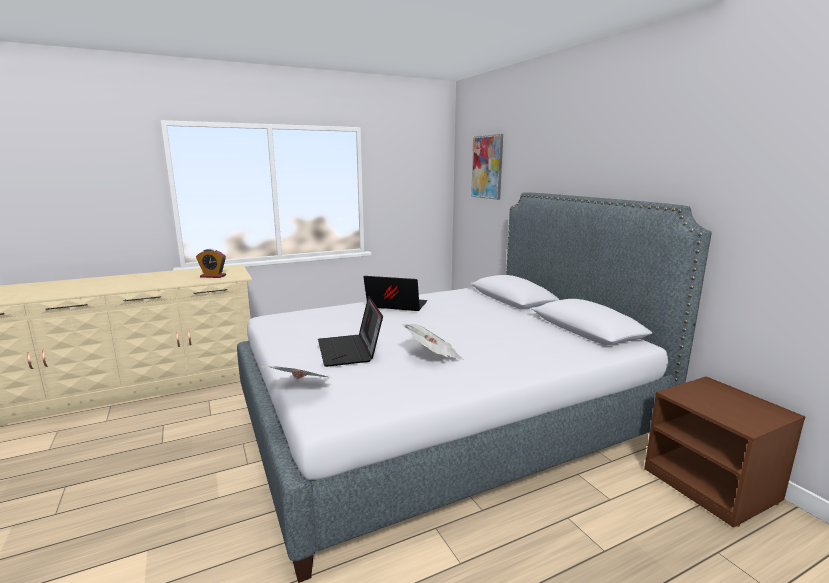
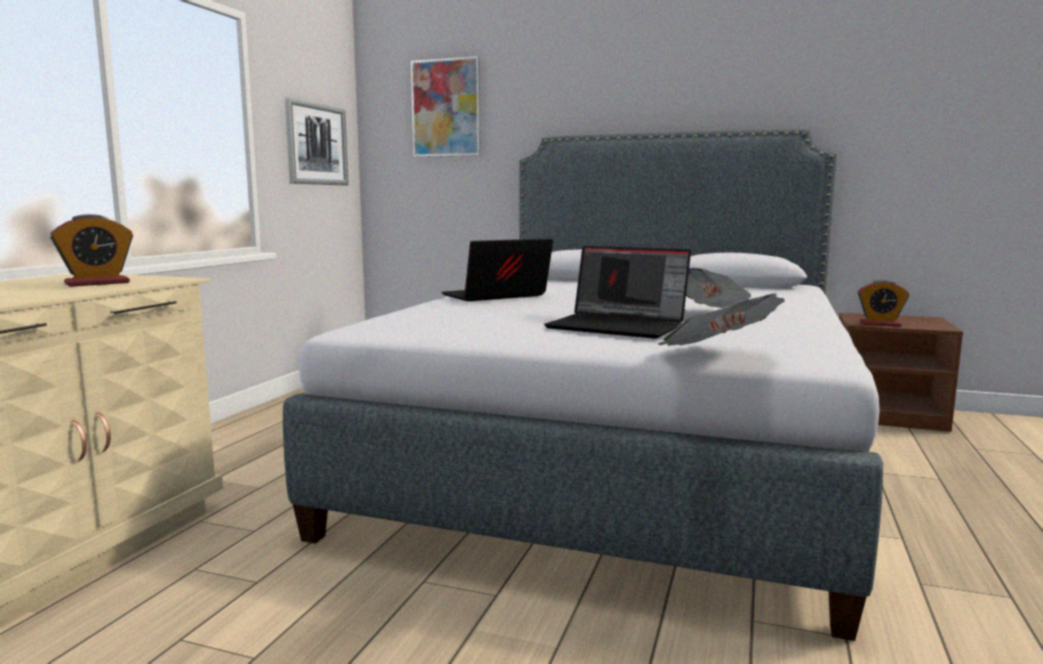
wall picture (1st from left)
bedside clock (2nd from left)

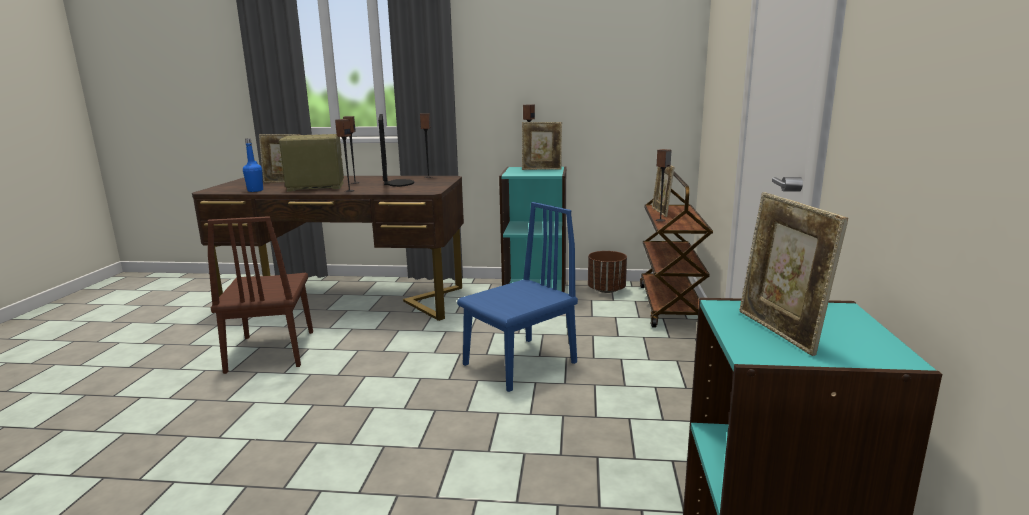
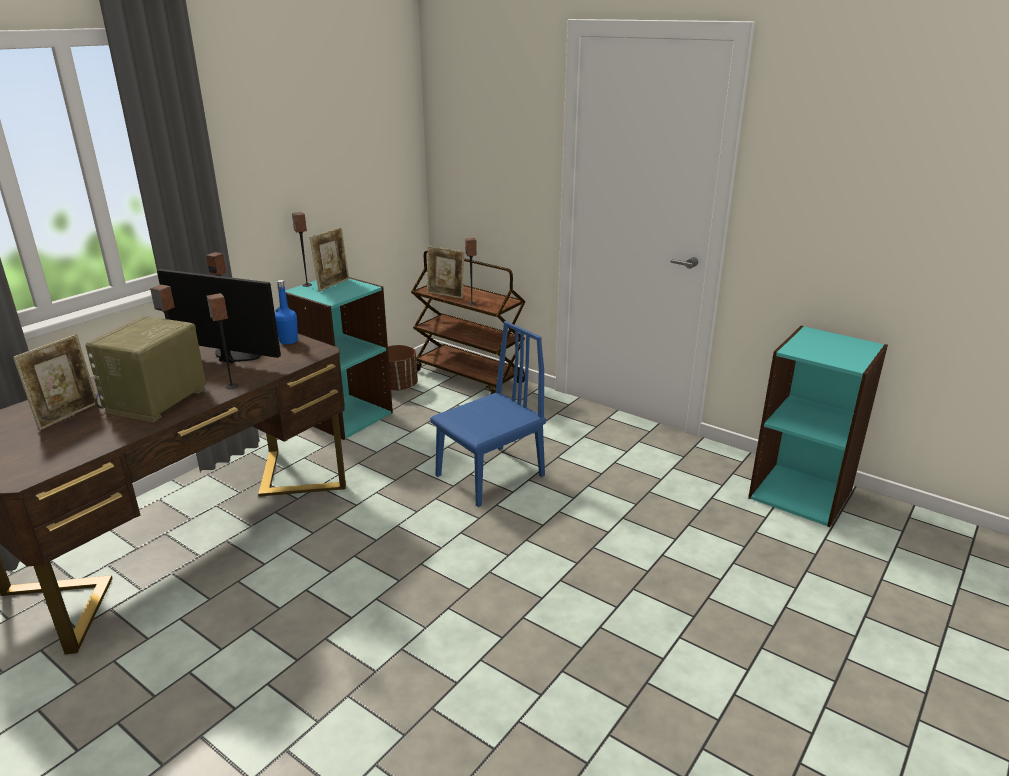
brown chair
bluish beverage bottle
bluish chair
standing frame (4th from left in the first image)

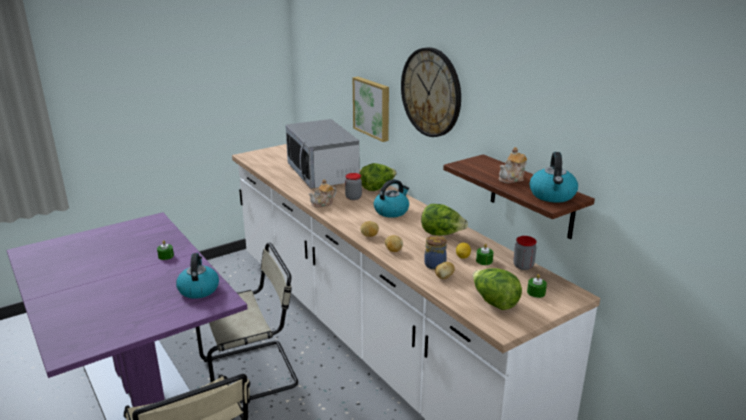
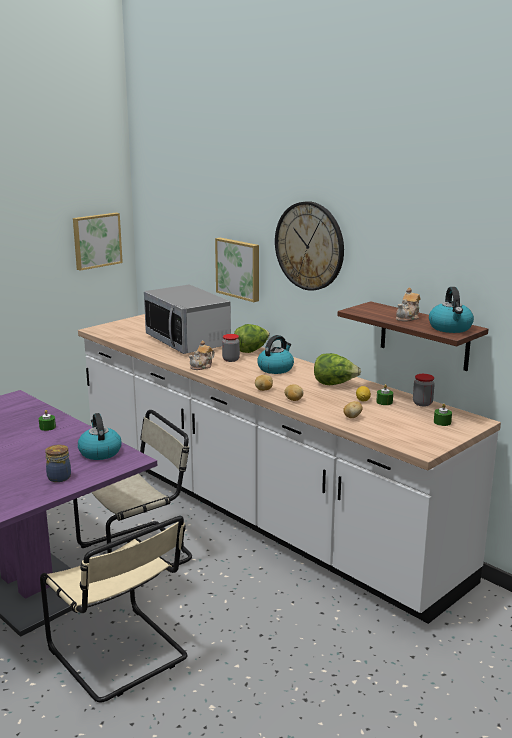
jar (1st from left)
lettuce (3rd from left in the first image)
wall picture (1st from left)

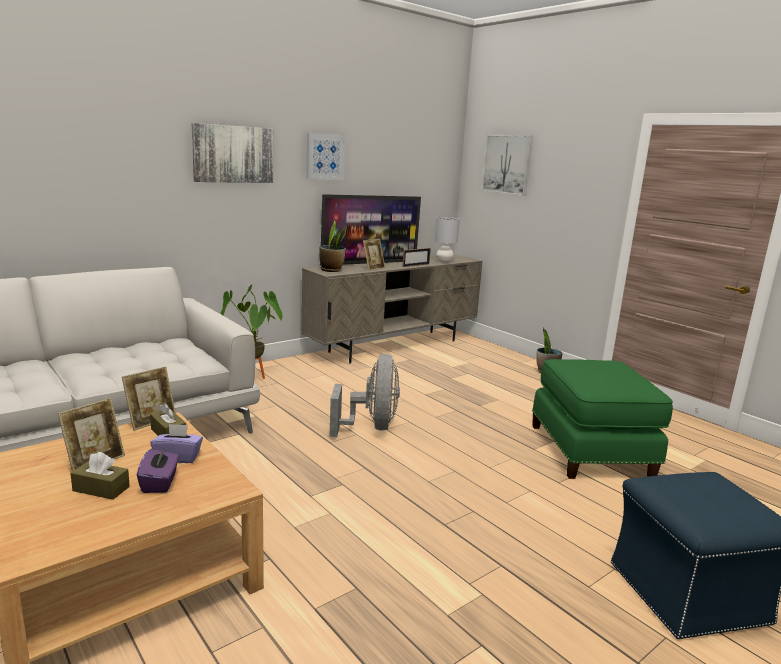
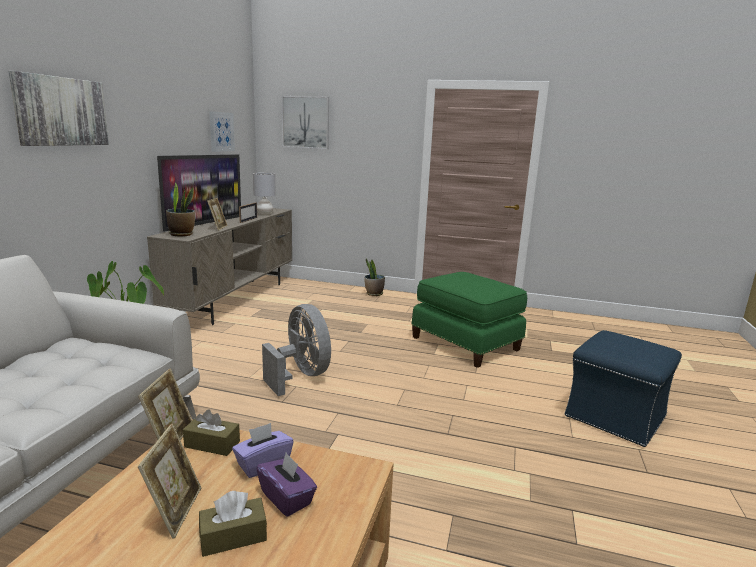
wall picture (2nd from left)

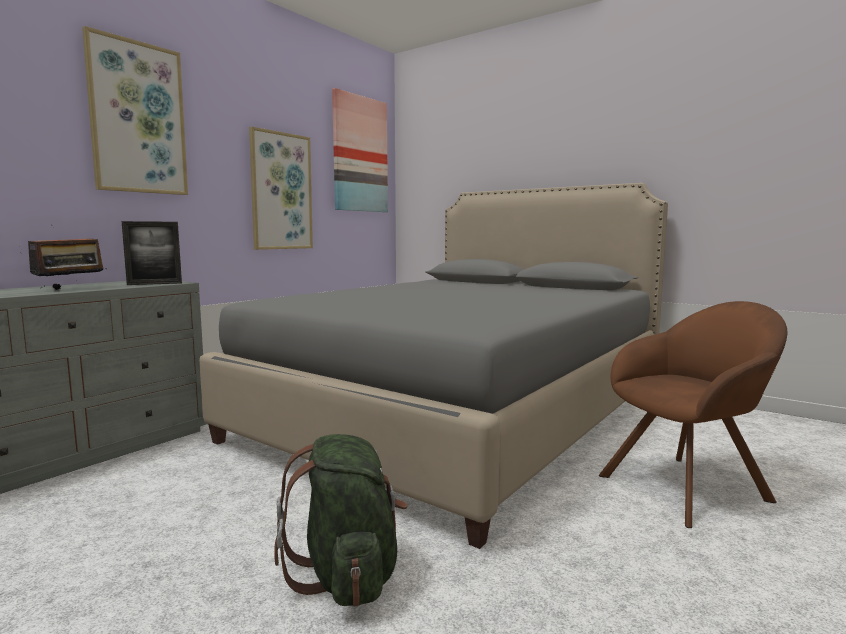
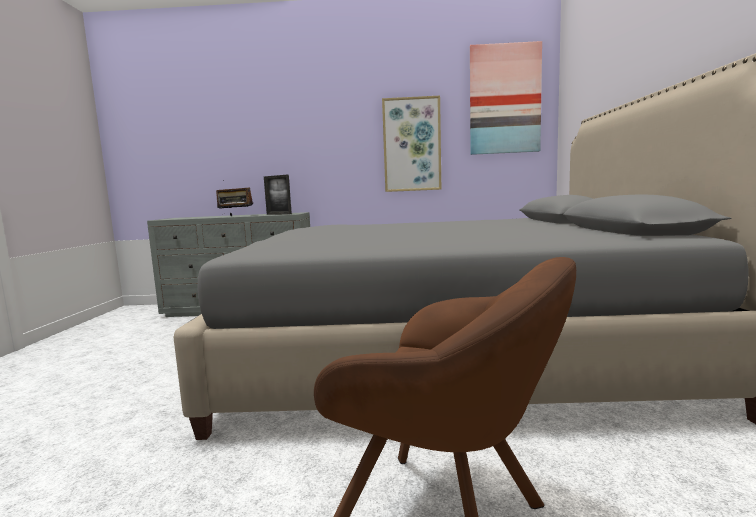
wall picture (1st from left in the first image)
greenish knapsack

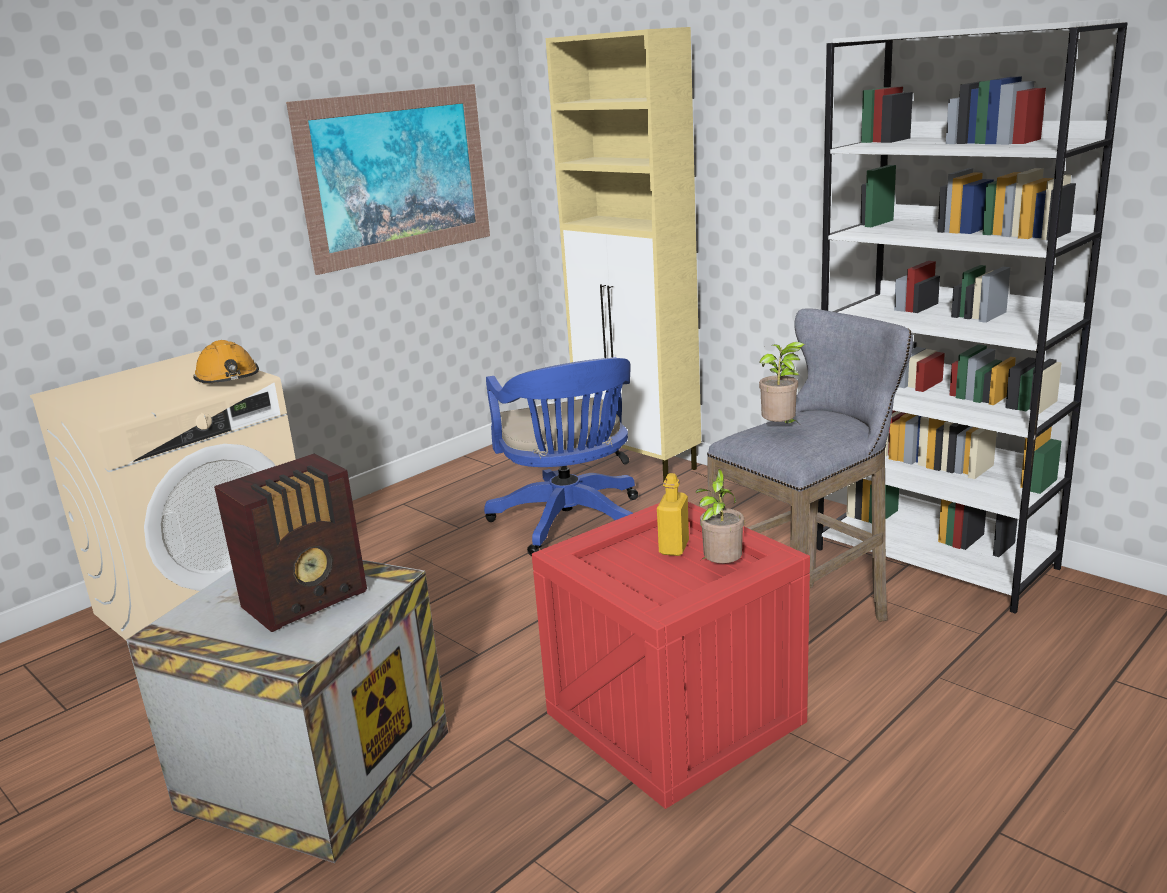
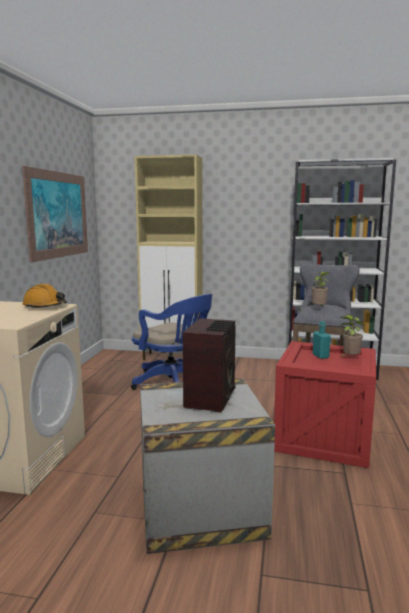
blue-green beverage bottle

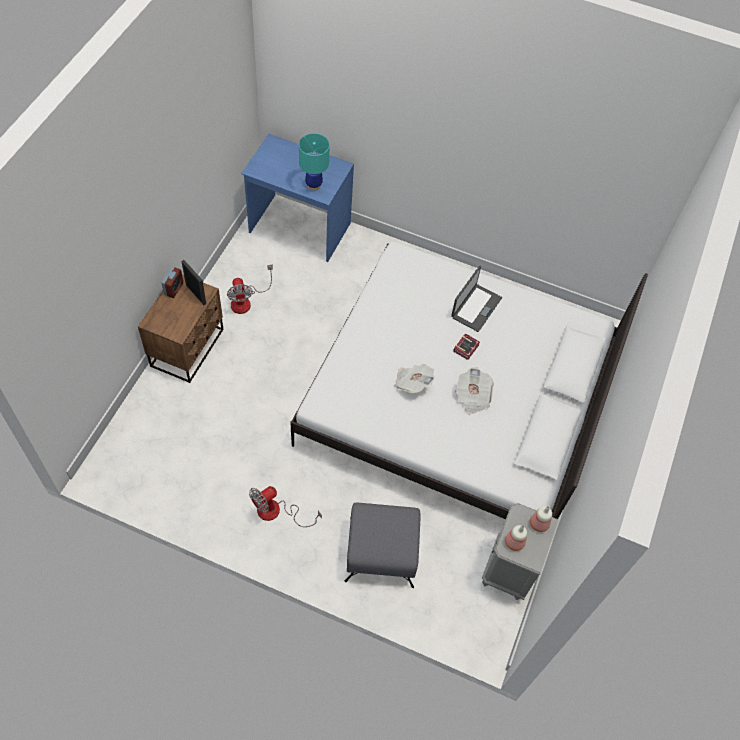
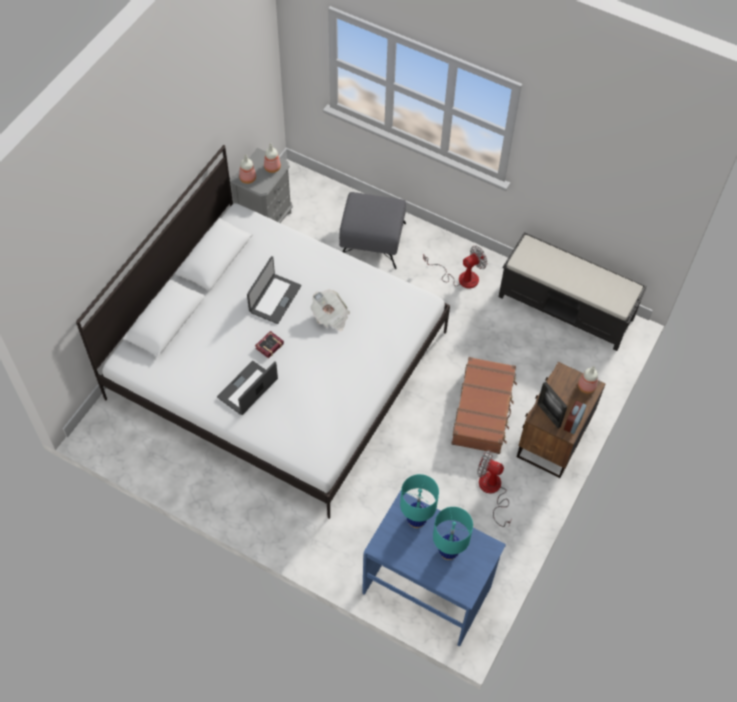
fan (2nd from left)
laptop (2nd from left)
blue-green tabletop lamp (2nd from left)
brown piece of luggage
blackish long seat
beverage bottle (3rd from left)

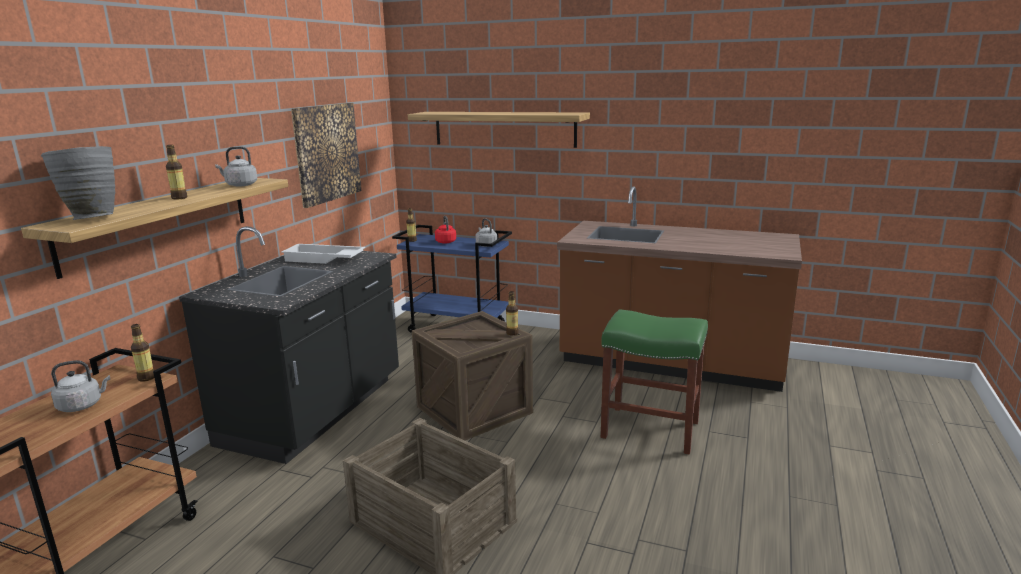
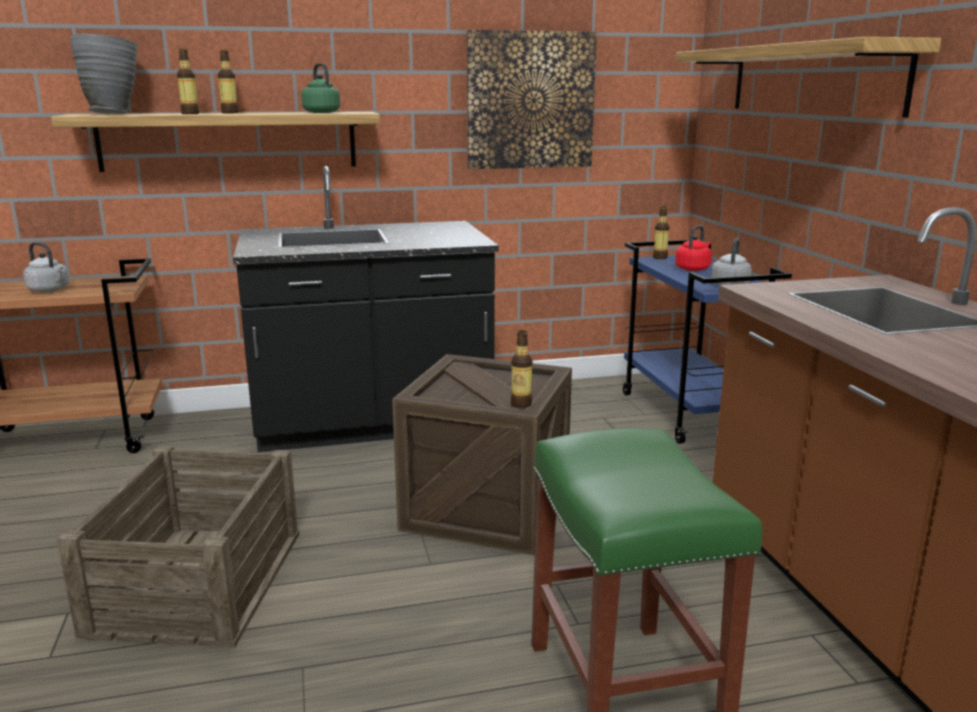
beverage bottle (1st from left)
greenish kettle
white-coloured serving tray

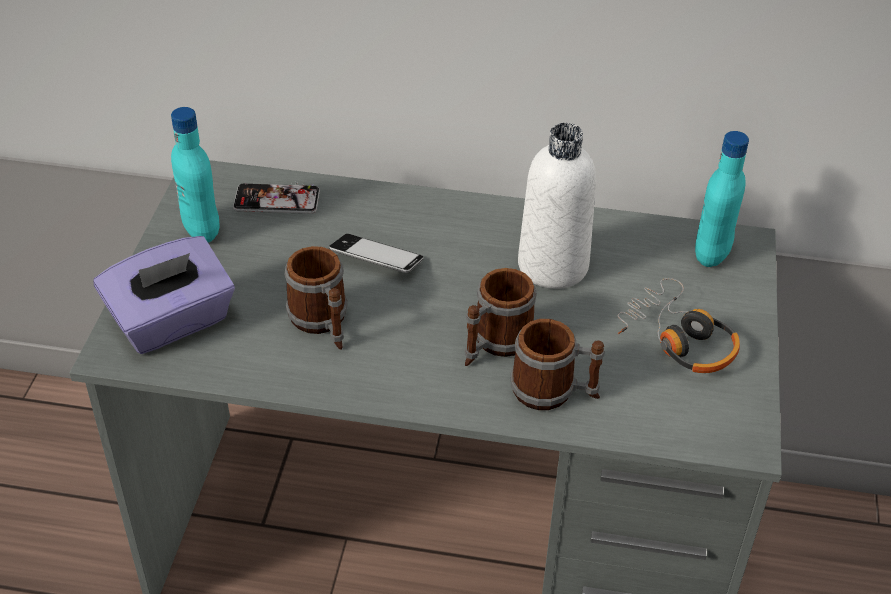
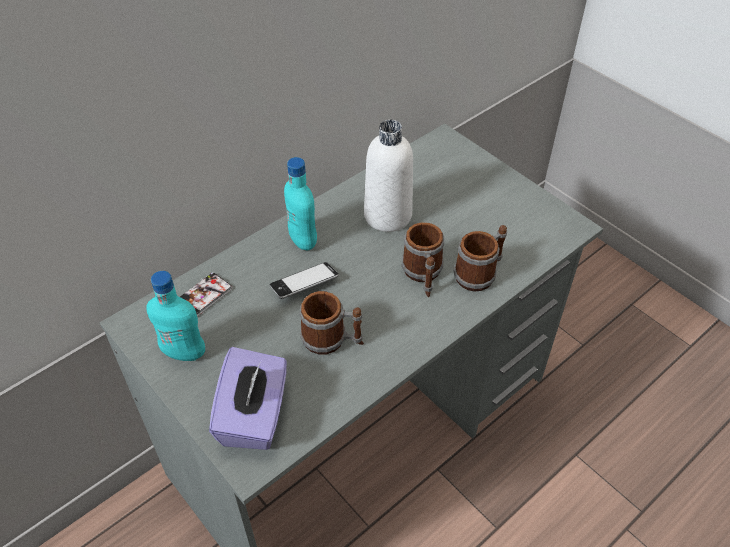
pair of headphones
blue-green beverage bottle (2nd from left)

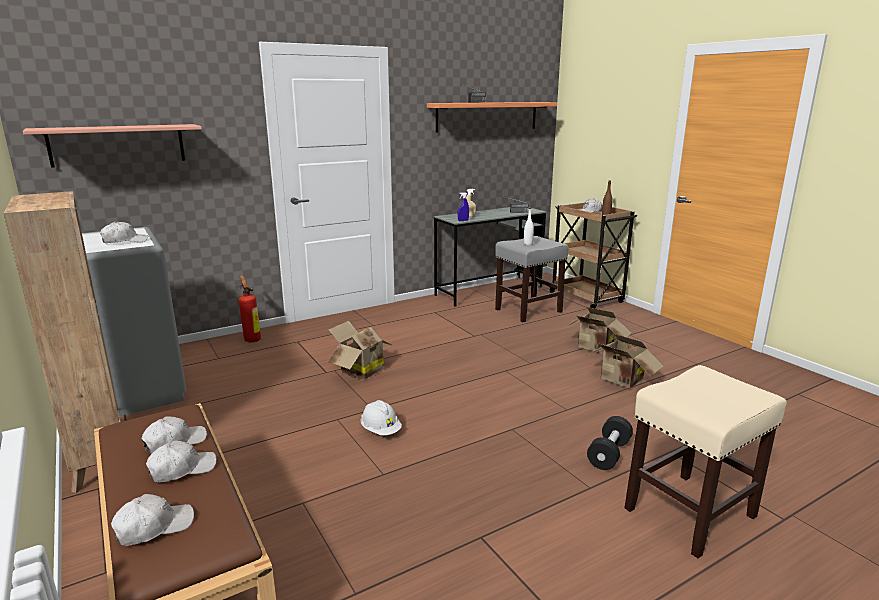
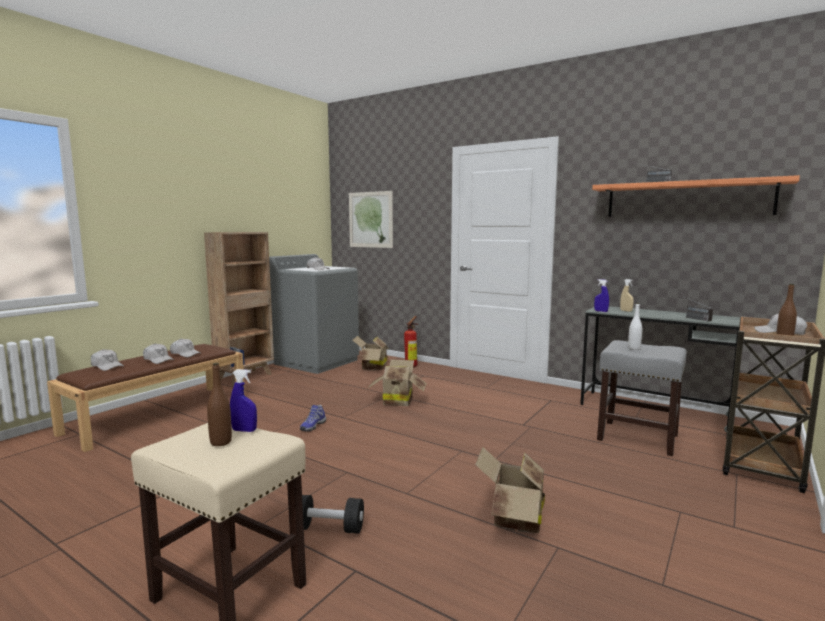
wall picture
item of footwear
cardboard box (1st from left)
brown beverage bottle (1st from left)
bluish sprayer (1st from left)

